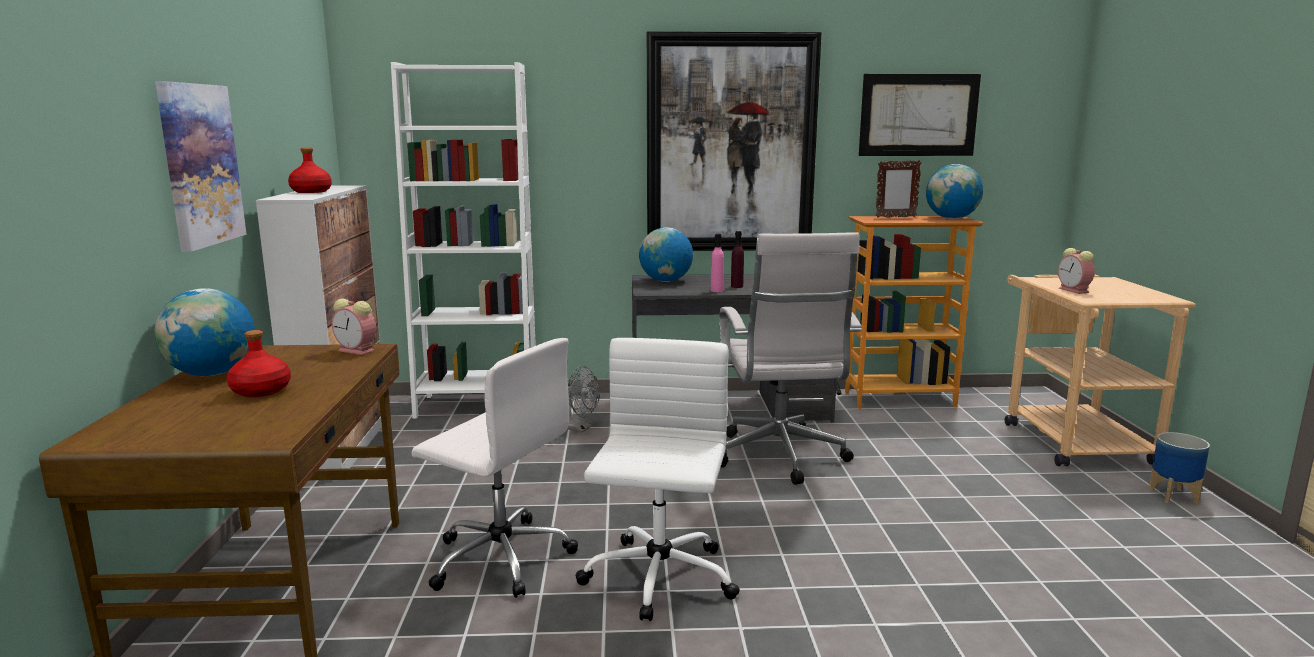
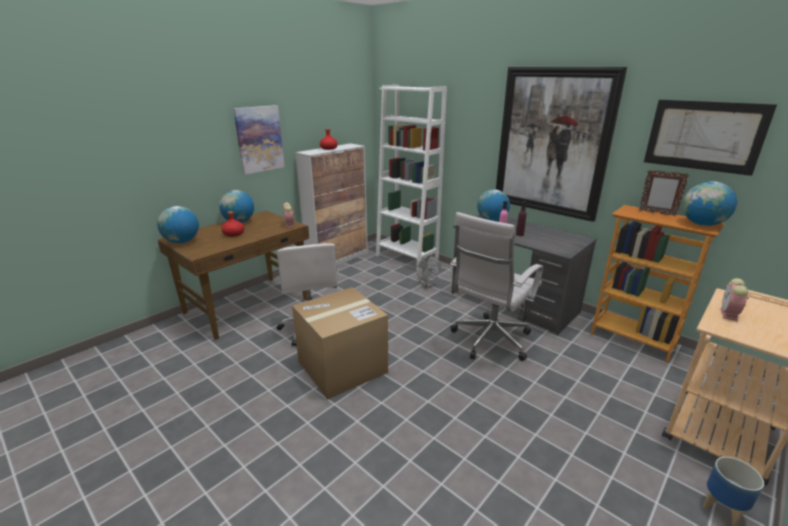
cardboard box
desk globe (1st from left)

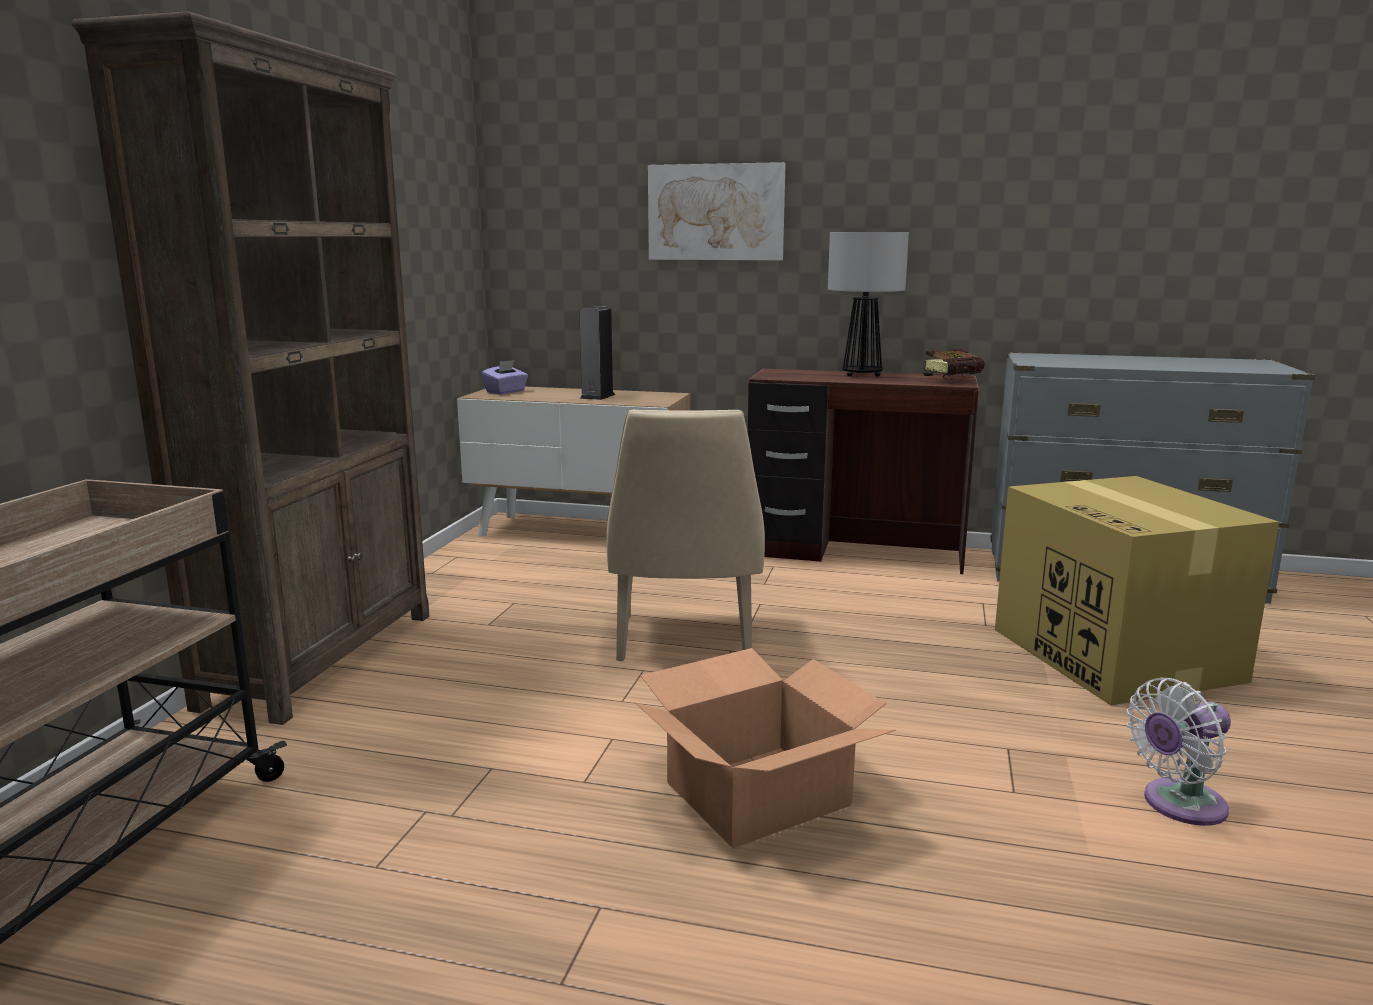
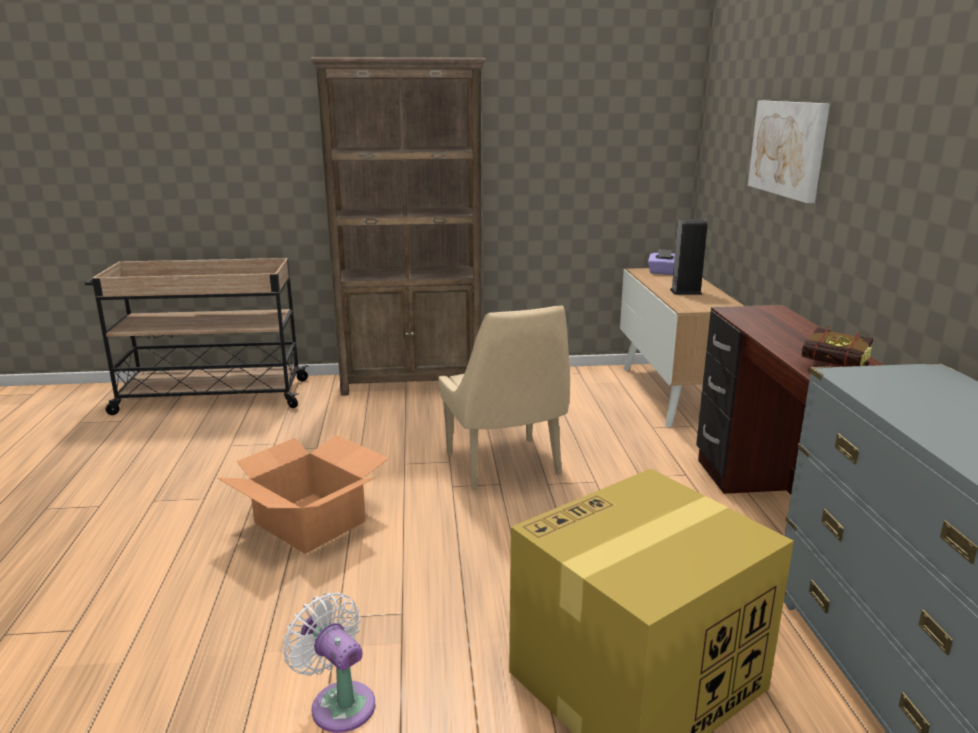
beige chair
tabletop lamp

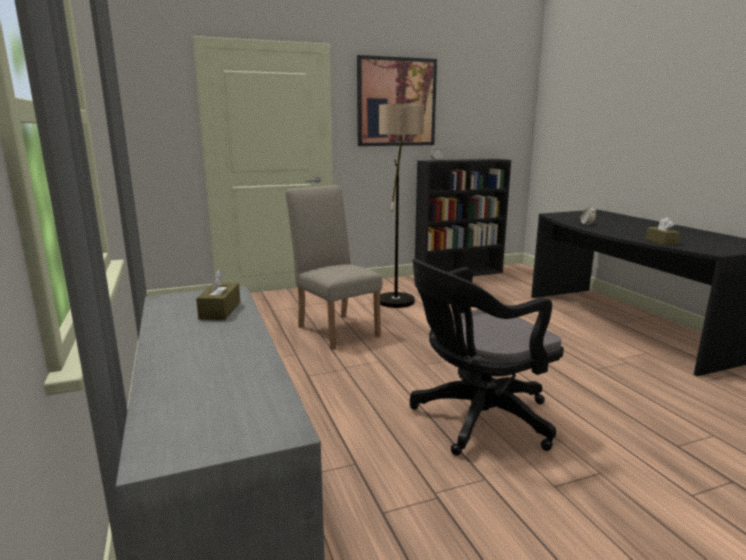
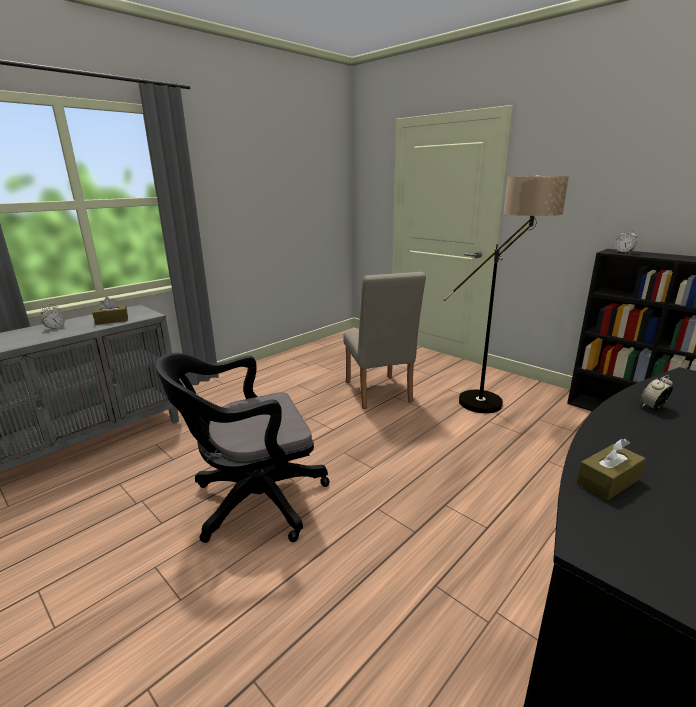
beige chair
wall picture
blackish office chair
bedside clock (1st from left)

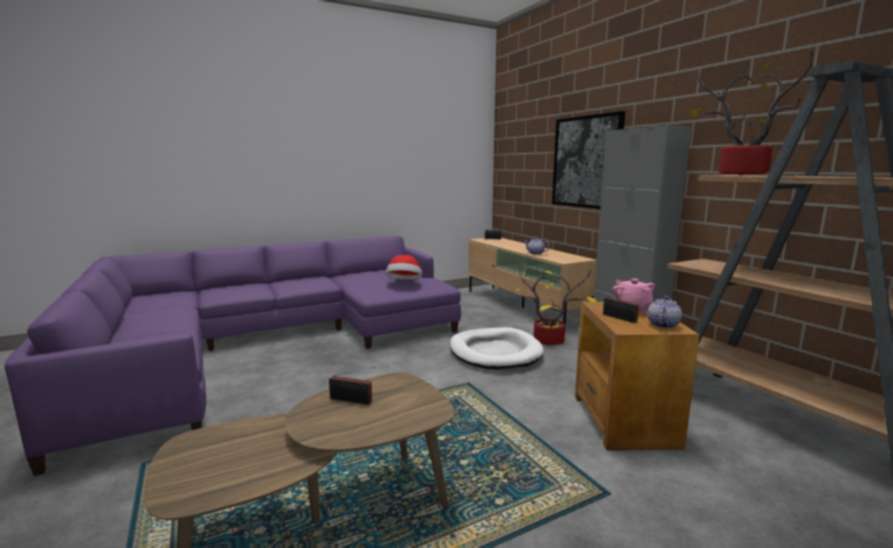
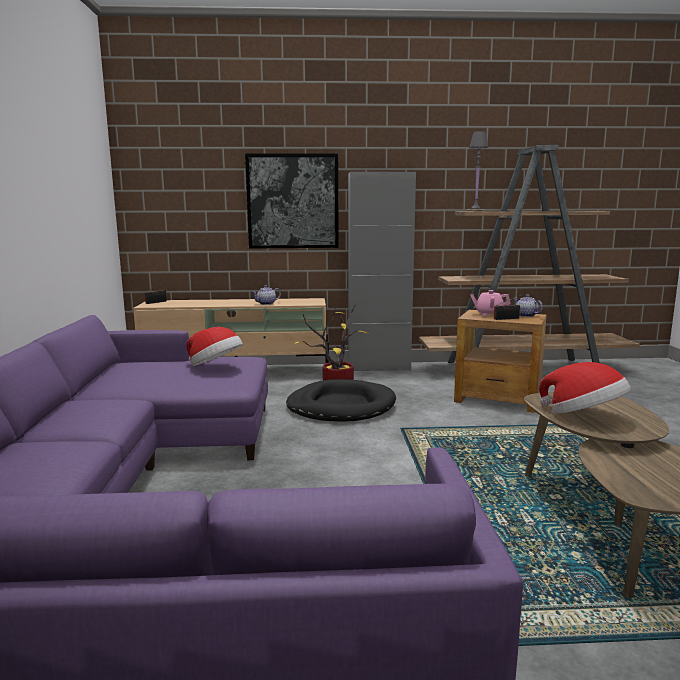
wearable hat (2nd from left)
blackish pet bed
greyish tabletop lamp

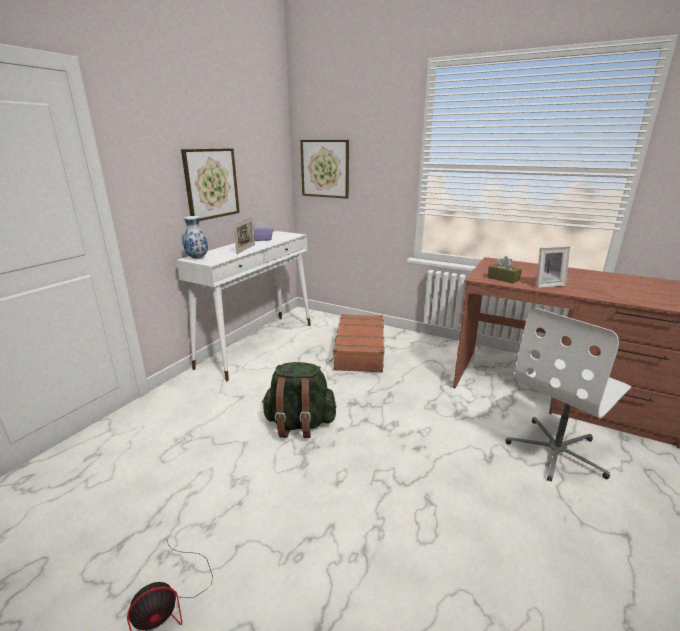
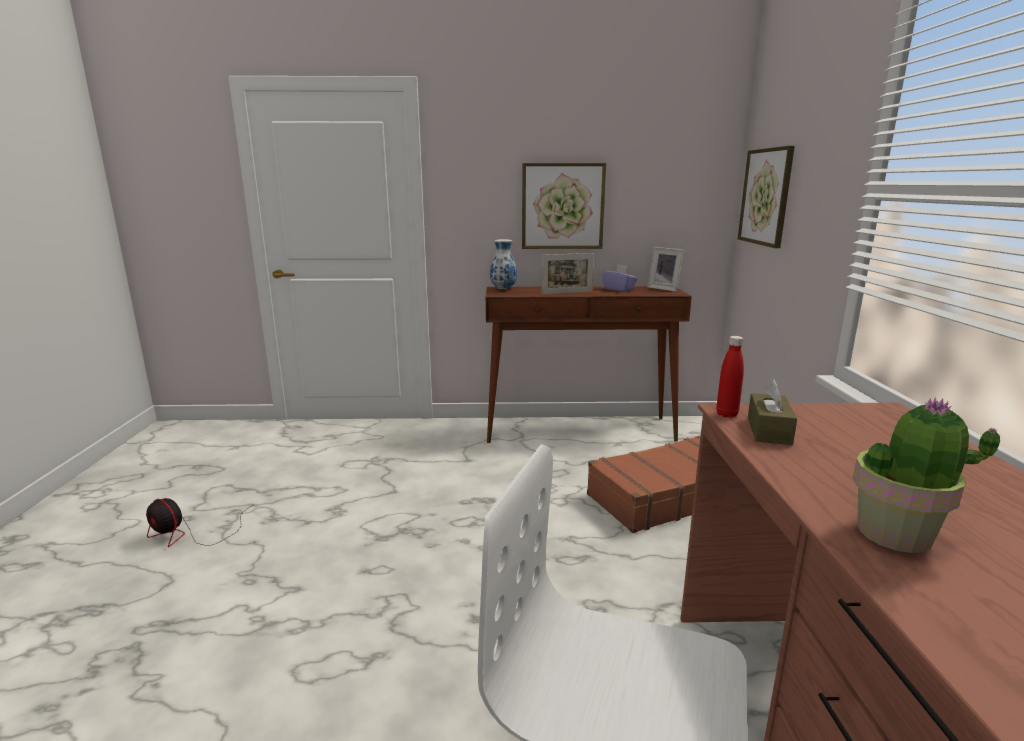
brown console table
greenish knapsack
standing frame (2nd from left)
reddish beverage bottle
plant in a pot

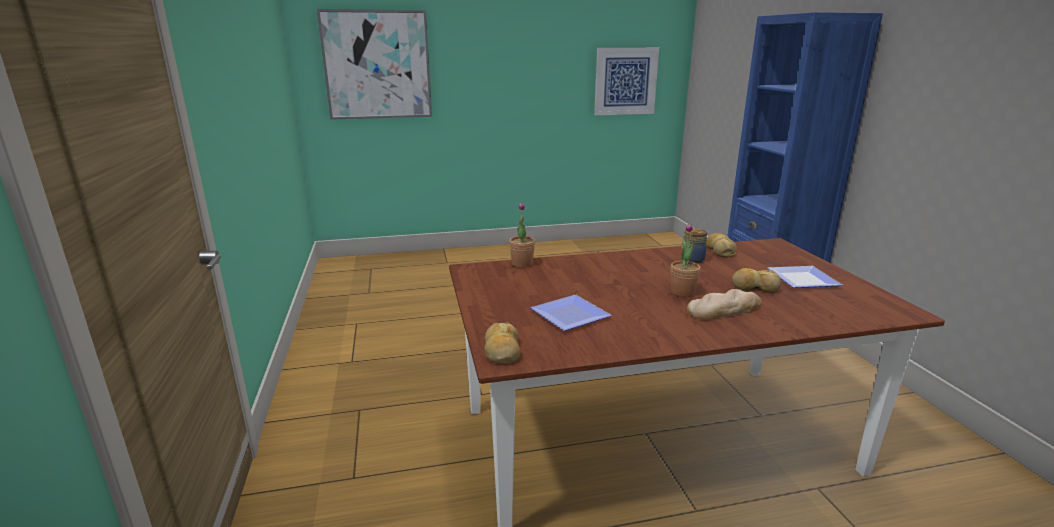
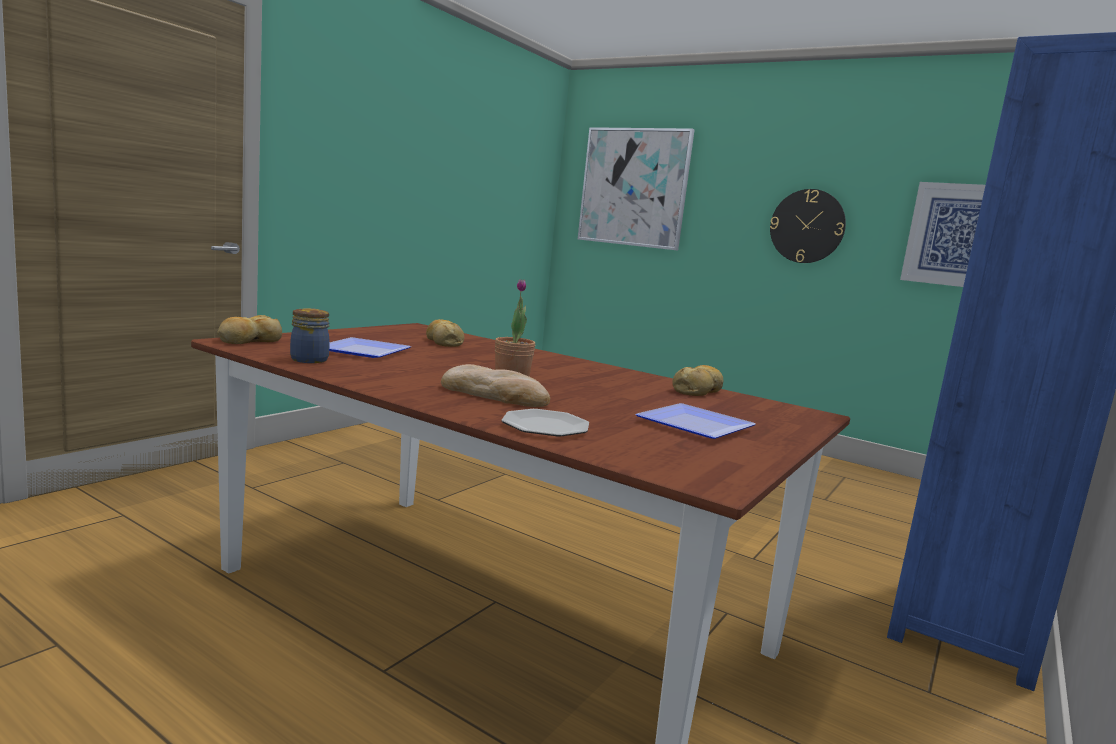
plant in a pot (1st from left in the first image)
jar
bread (2nd from left)
dinner plate (2nd from left)
hanging clock

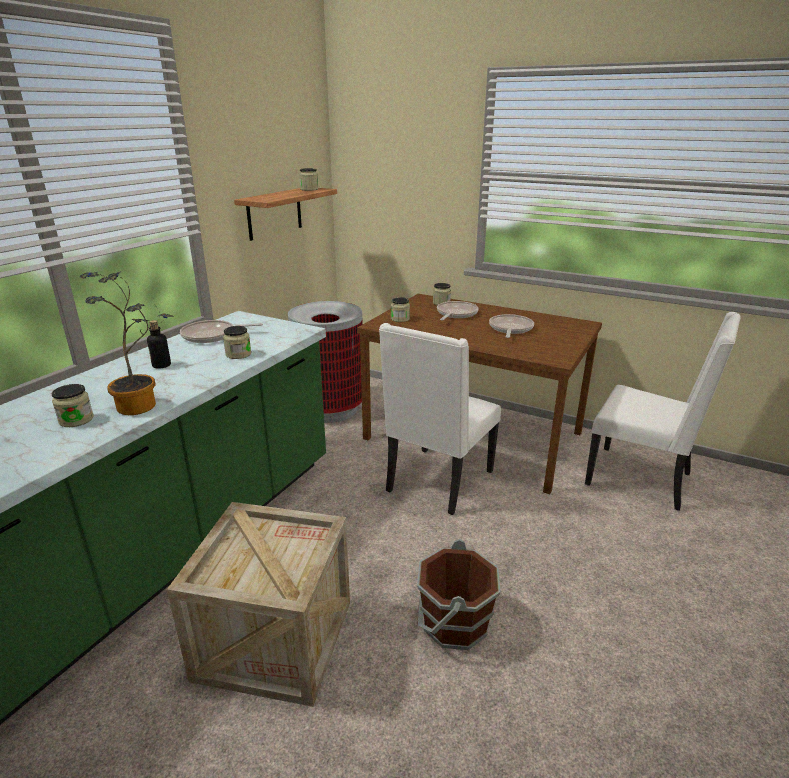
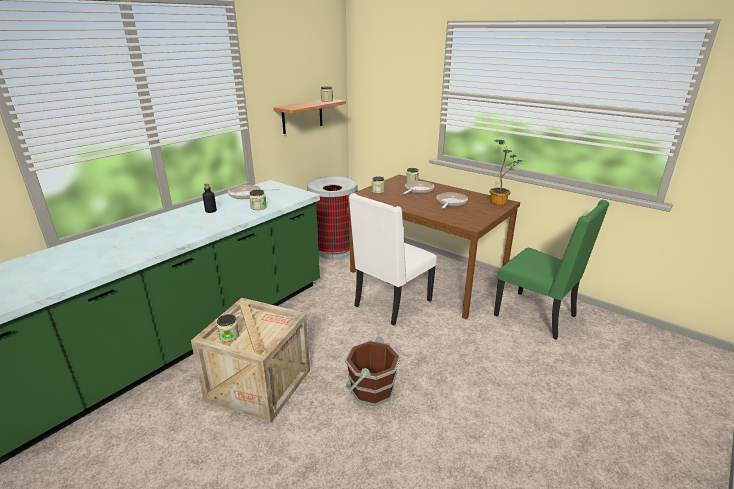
jar (1st from left)
plant in a pot
greenish chair

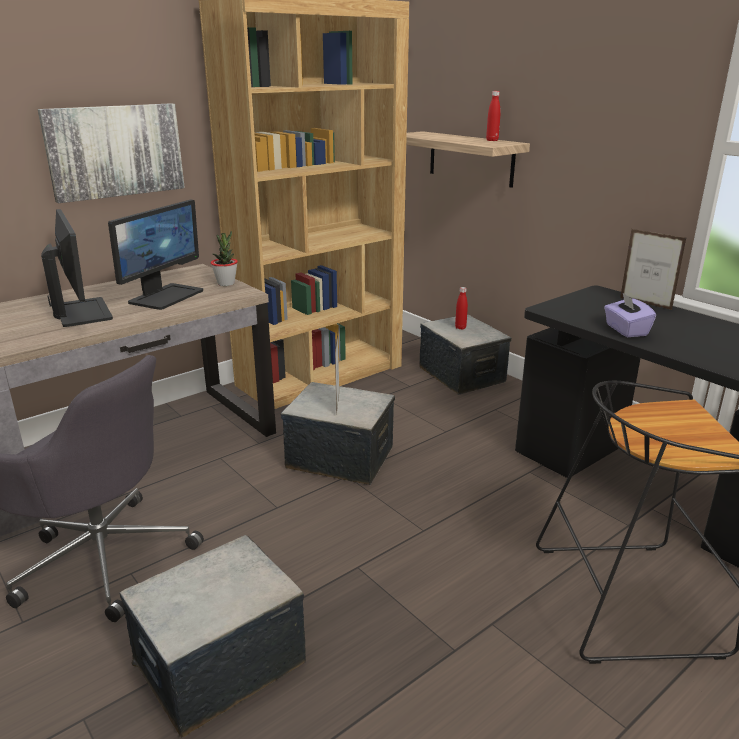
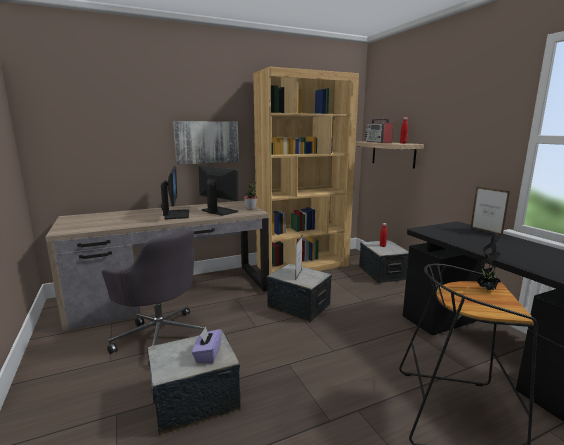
computer display (2nd from left)
purple-coloured tissue box
radio receiver
plant in a pot (2nd from left)

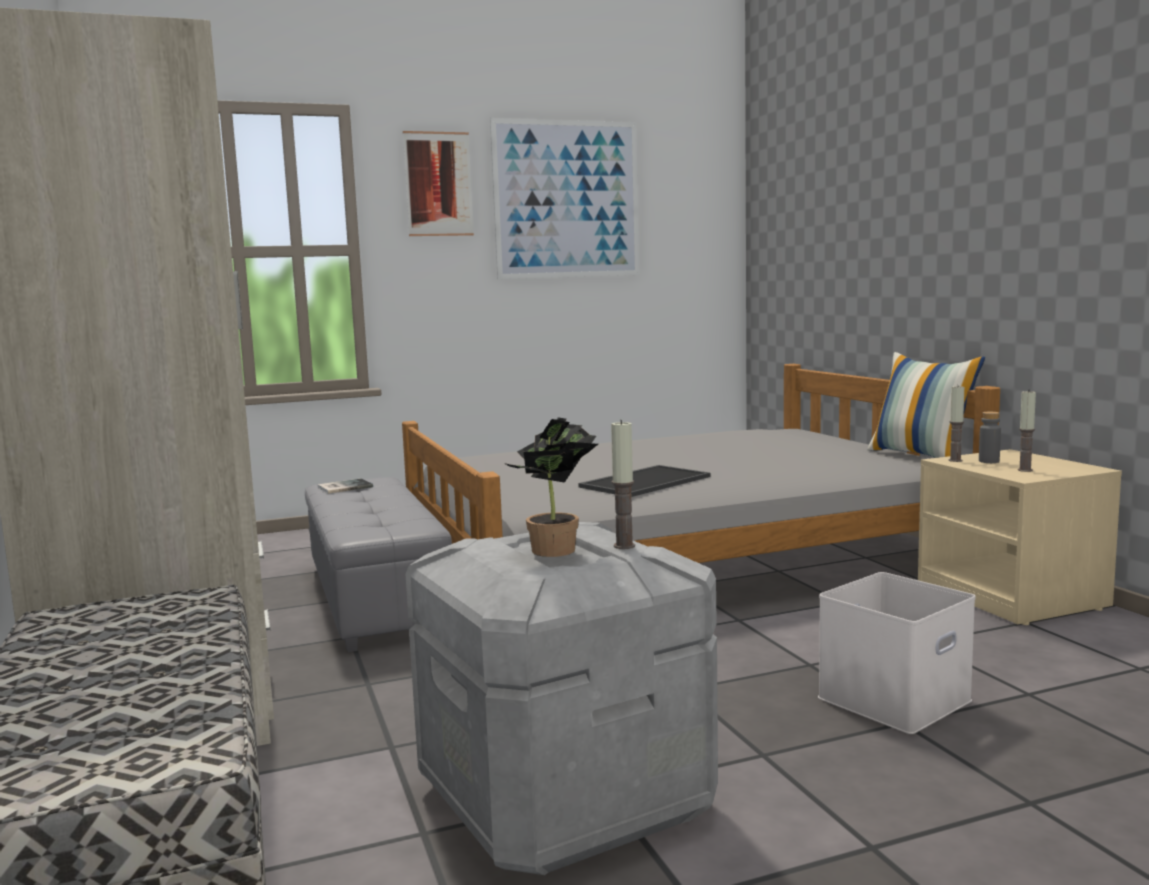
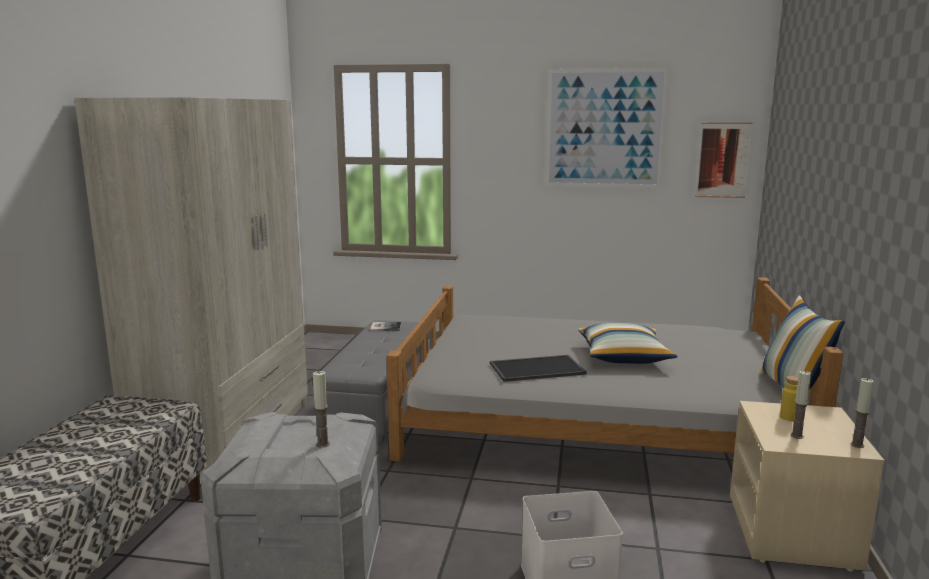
wall picture (2nd from left)
plant in a pot
wax candle (3rd from left)
yellow-coloured beverage bottle
cushion (1st from left)

